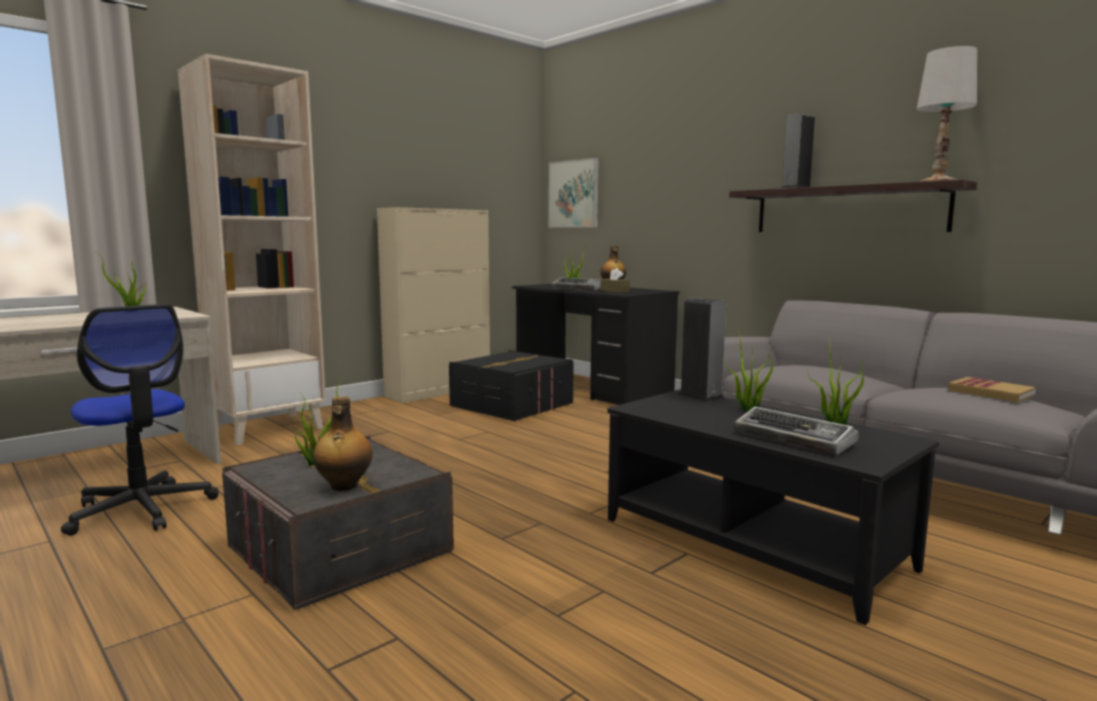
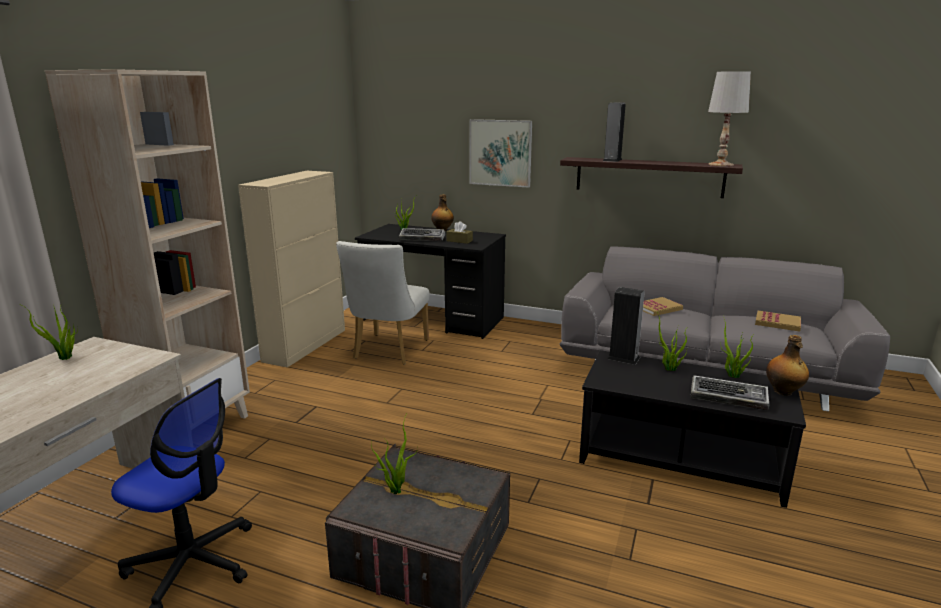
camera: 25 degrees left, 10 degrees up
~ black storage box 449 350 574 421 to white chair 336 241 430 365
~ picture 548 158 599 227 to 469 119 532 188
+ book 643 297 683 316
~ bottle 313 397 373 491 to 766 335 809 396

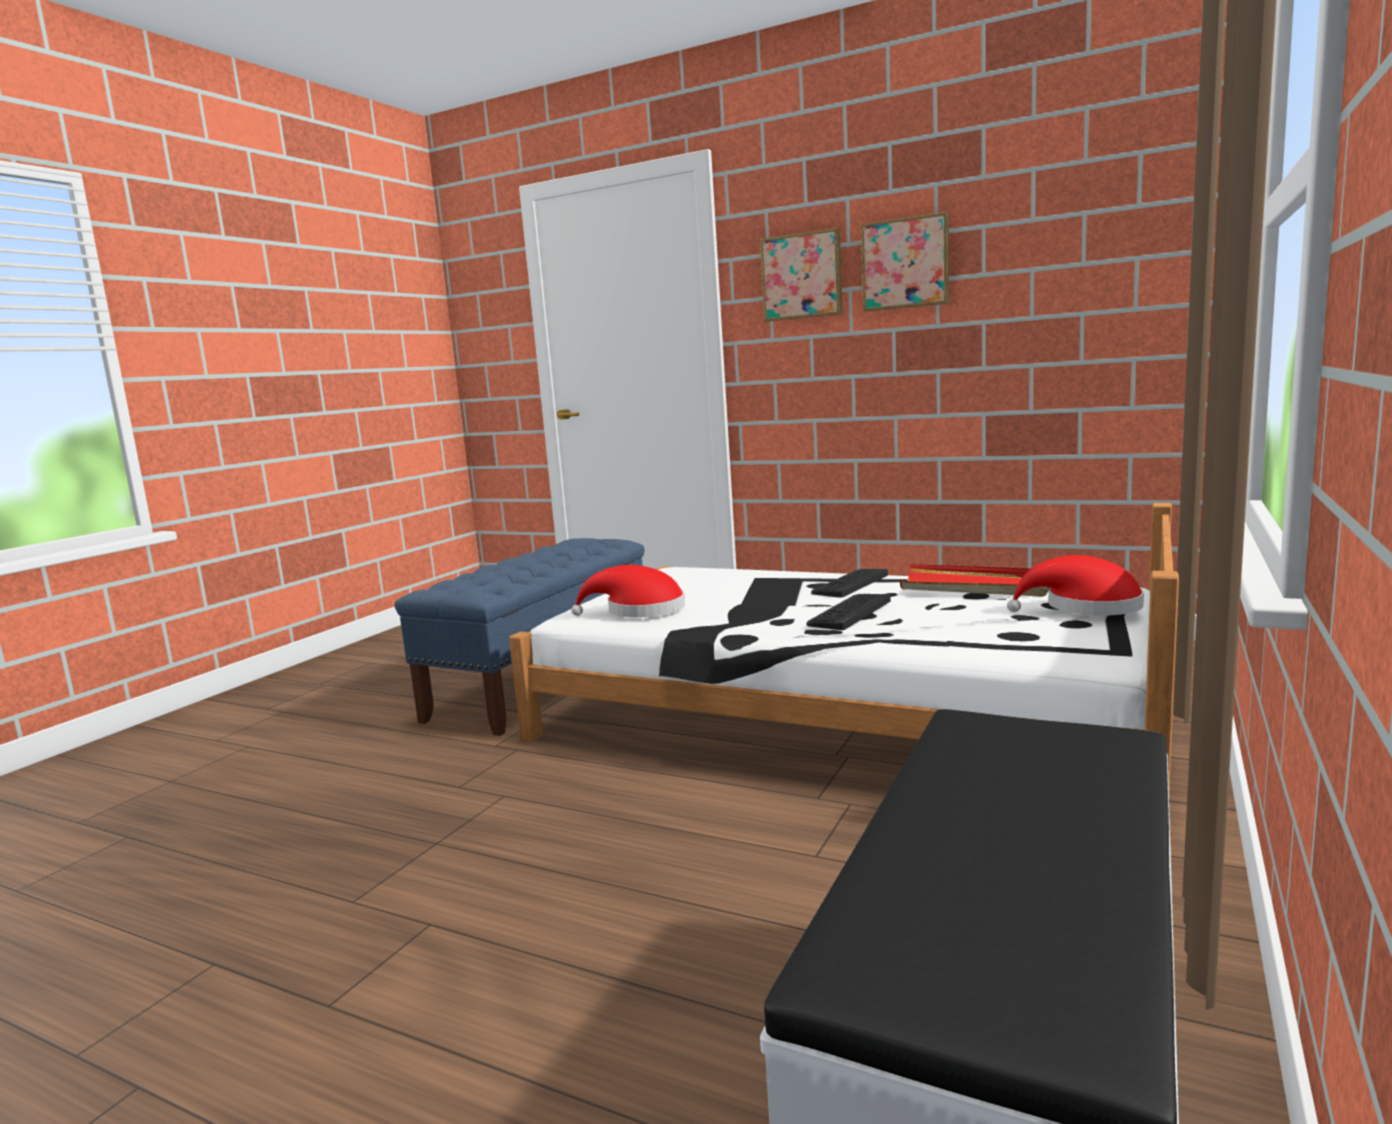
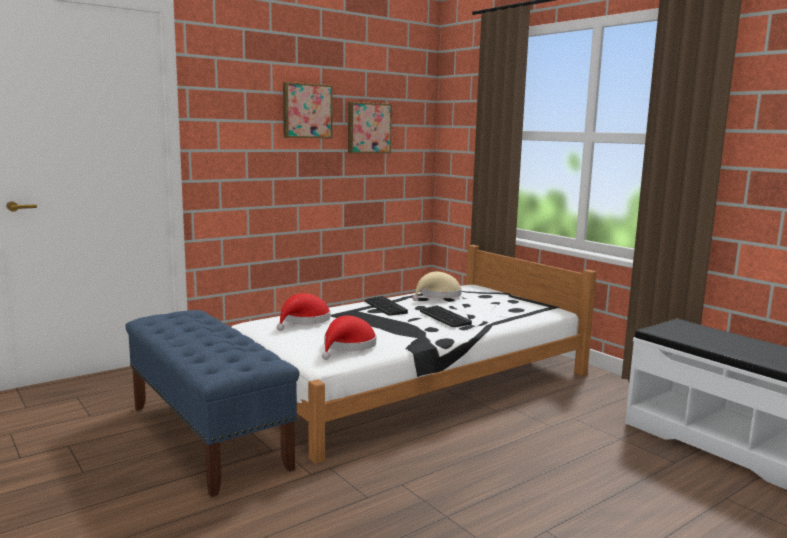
camera: 65 degrees left, 0 degrees up
~ red hat 1007 555 1144 615 to 277 293 330 331
~ picture 760 228 843 321 to 348 102 392 153
~ red tray 900 564 1048 597 to beige hat 412 272 462 301

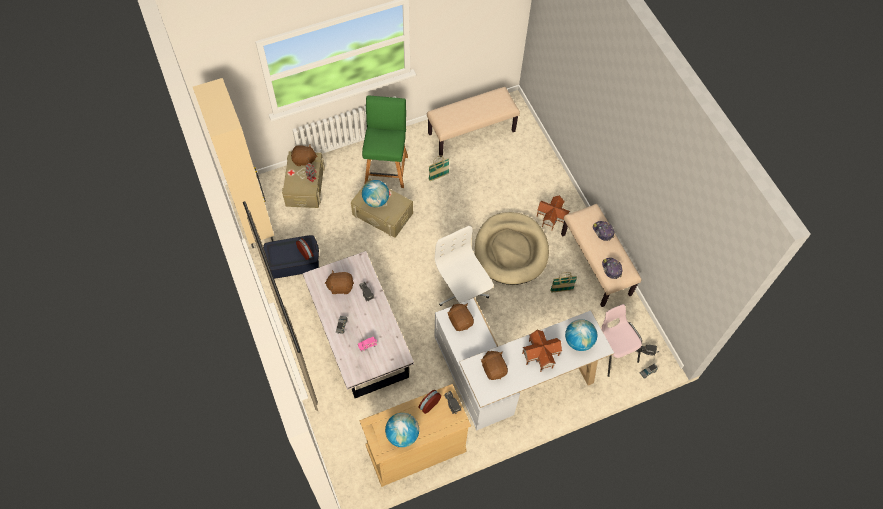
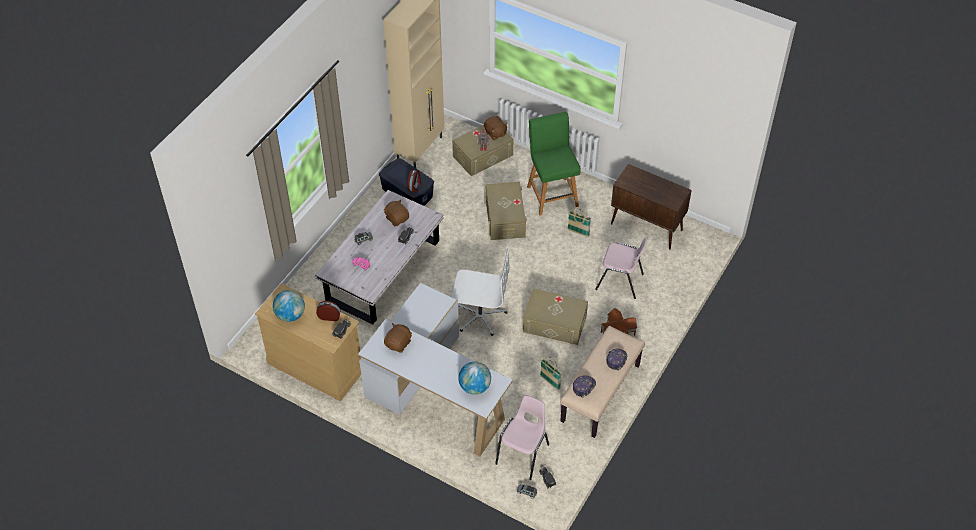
camera: 55 degrees right, 10 degrees down
~ white office chair 435 226 493 306 = 452 248 509 336 75 degrees clockwise
~ beige dog bed 475 212 549 285 to beige storage box 523 288 588 345
~ green chair 362 96 408 188 = 527 112 581 216 75 degrees counterclockwise
+ pink chair 595 237 648 299
~ beige bench 427 87 520 157 to brown cabinet 611 164 692 250
- globe 362 180 389 207
- brown plush toy 447 303 474 331
- toy house 522 330 562 372

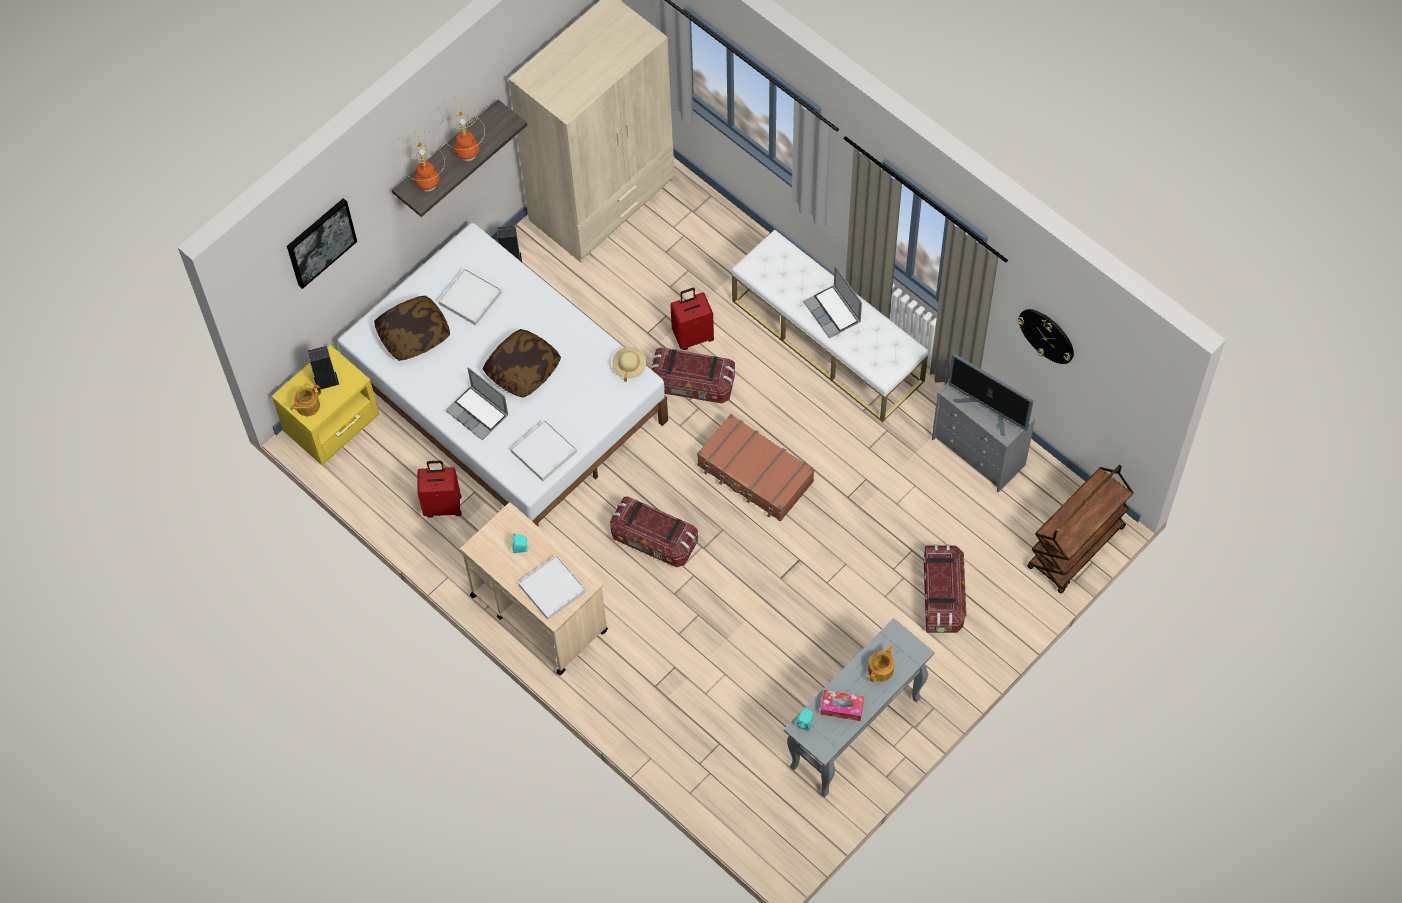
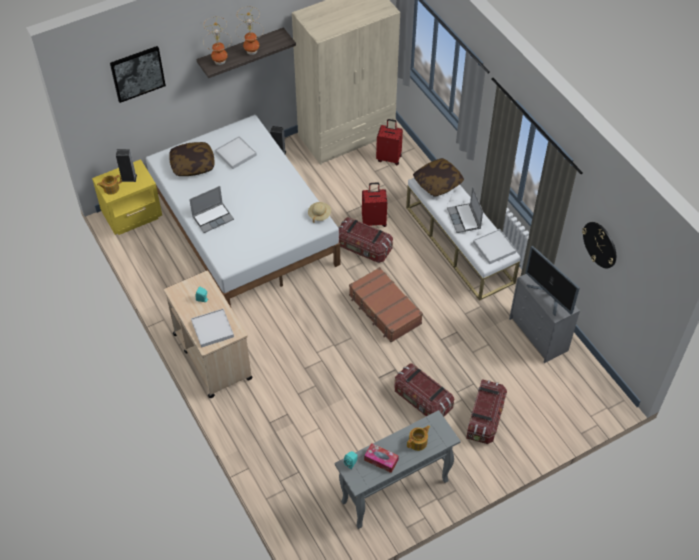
camera: 15 degrees right, 10 degrees down
~ laptop 446 367 509 440 = 189 186 234 233 90 degrees counterclockwise
~ red suitcase 418 461 462 518 to 376 119 403 165
~ storage box 610 497 698 567 to 395 363 455 417
~ pillow 483 329 561 398 to 413 158 464 197
~ white tray 511 420 577 481 to 473 229 516 264
- brown cart 1027 465 1133 594

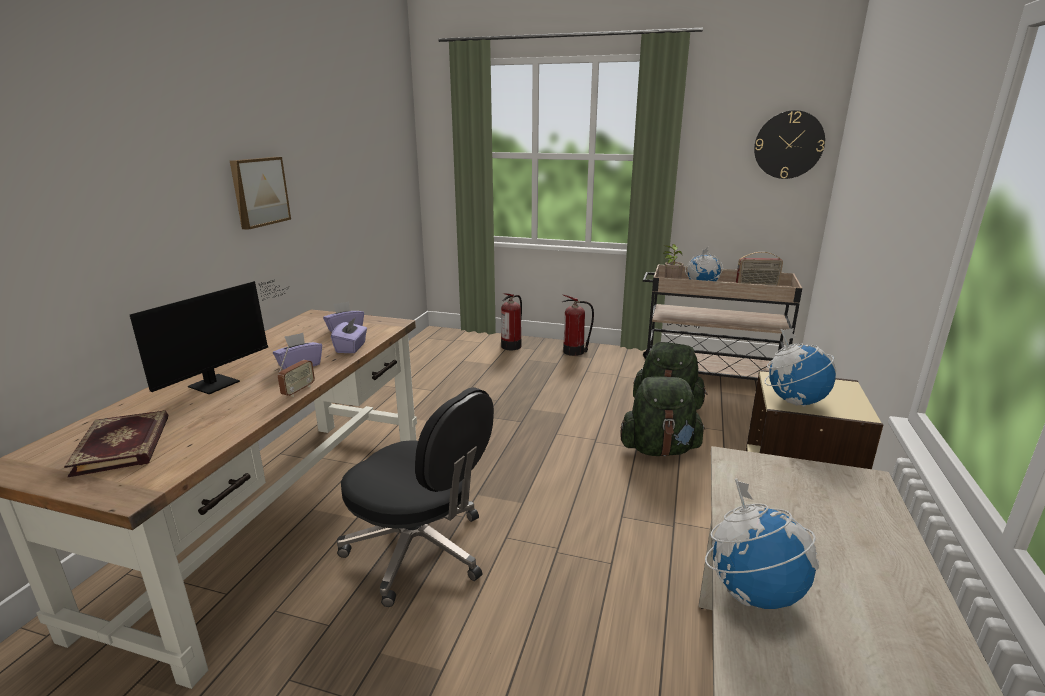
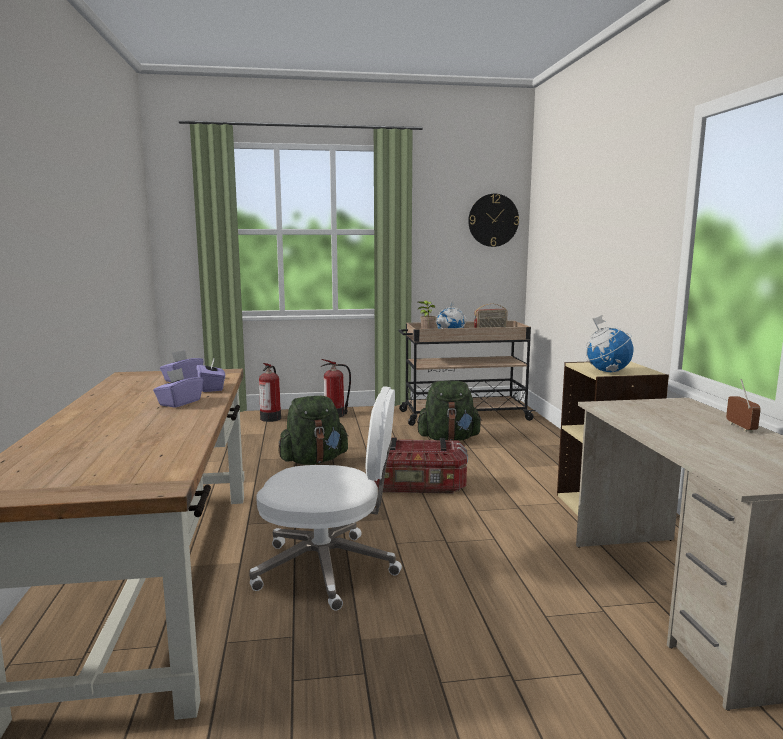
camera: 25 degrees left, 10 degrees down
~ black office chair 337 387 494 607 to white office chair 249 386 402 611
~ green backpack 620 377 705 456 to 278 396 349 465
+ storage box 375 437 468 494
~ radio 278 346 315 397 to 726 379 761 432
- book 64 410 168 477
- monitor 130 280 290 394
- picture 230 157 291 230
- globe 705 479 819 609

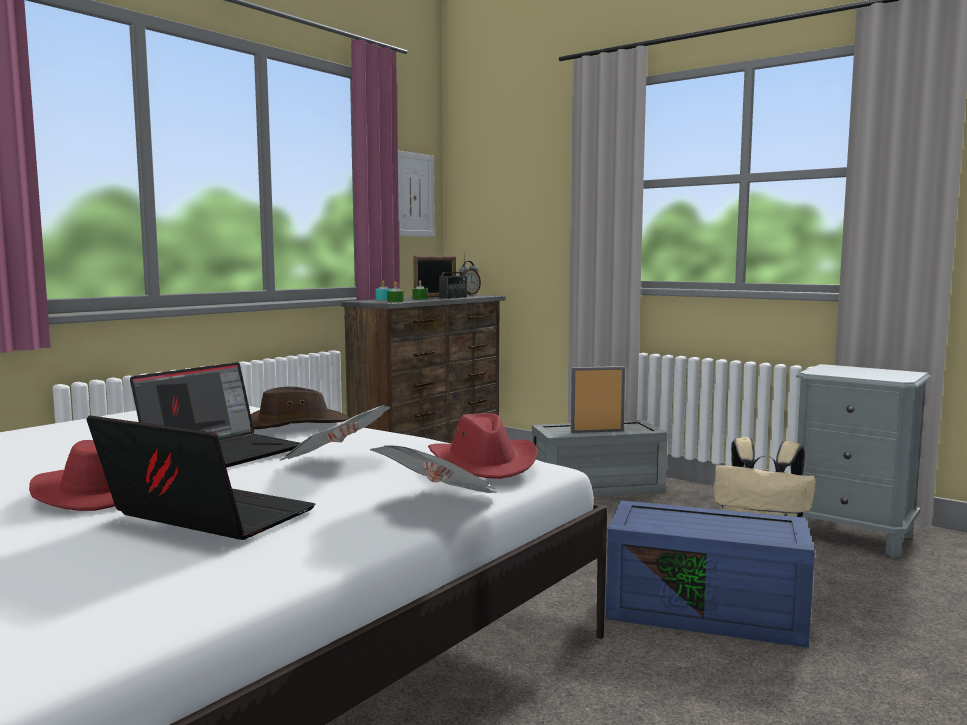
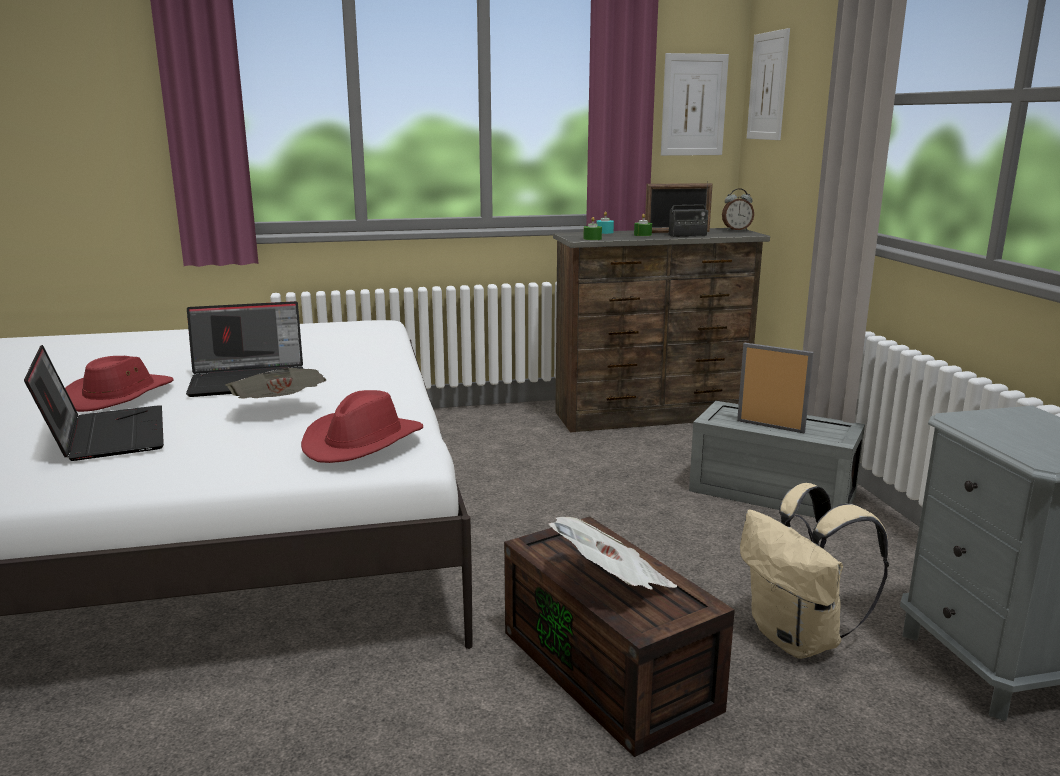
camera: 40 degrees right, 10 degrees up
~ blue storage box 606 500 815 648 to brown storage box 504 516 735 757
~ newspaper 370 445 496 493 to 548 517 677 590
+ picture 747 28 790 140
- brown hat 251 387 349 429

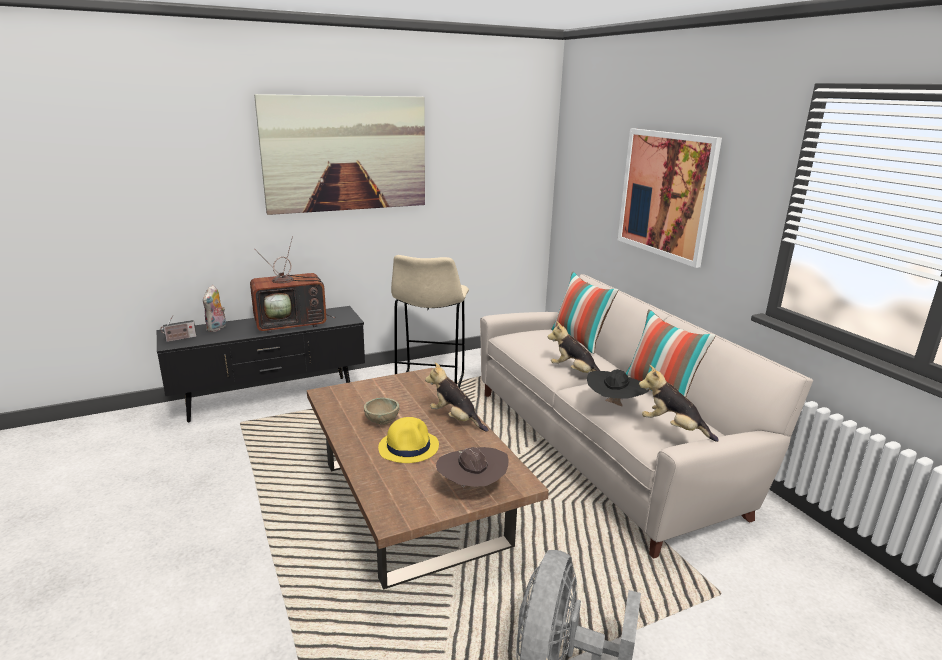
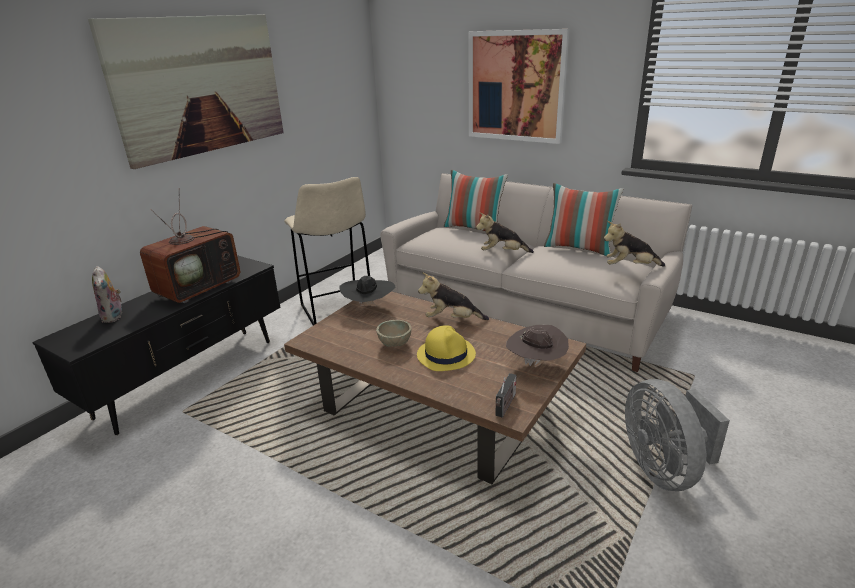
camera: 30 degrees left, 5 degrees up
~ black hat 587 369 649 406 to 340 276 395 306
~ radio 160 316 197 342 to 495 373 516 418

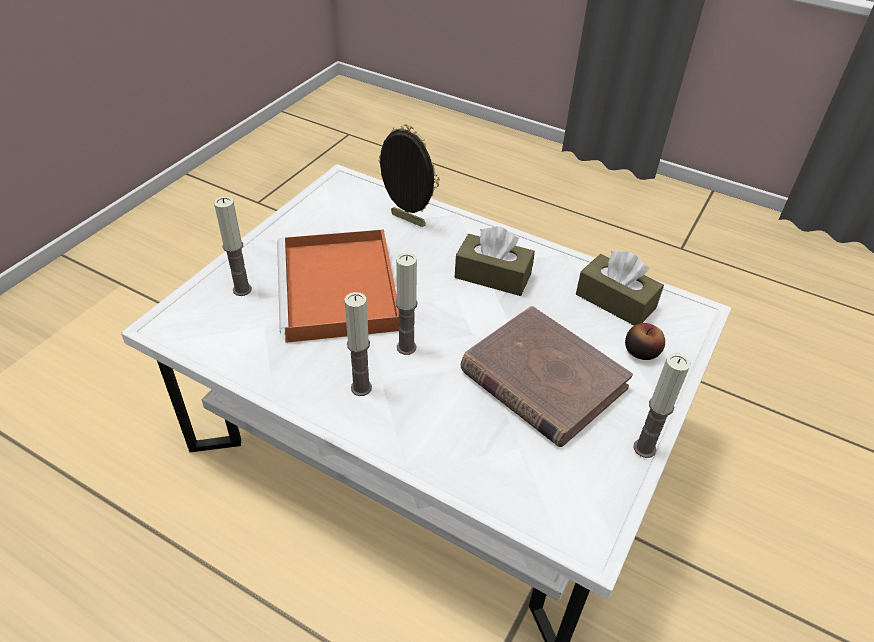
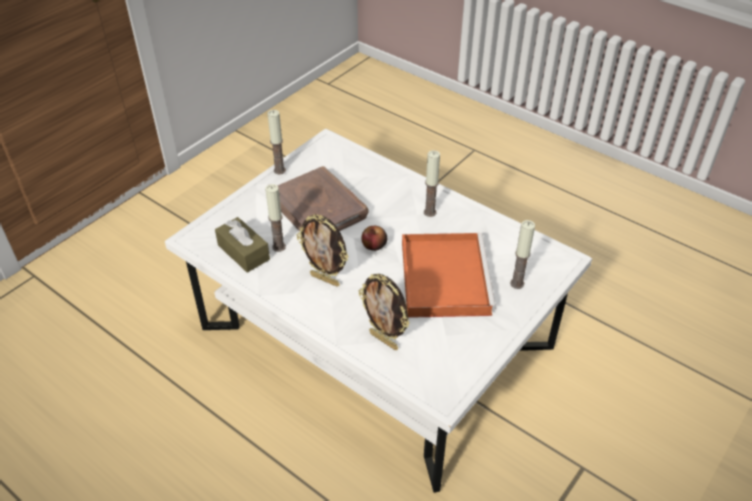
camera: 170 degrees left, 0 degrees up
~ candle 396 253 418 355 to 265 184 286 252
~ brown tissue box 455 226 535 296 to picture frame 296 214 349 287
~ apple 625 323 665 360 to 361 226 387 251

